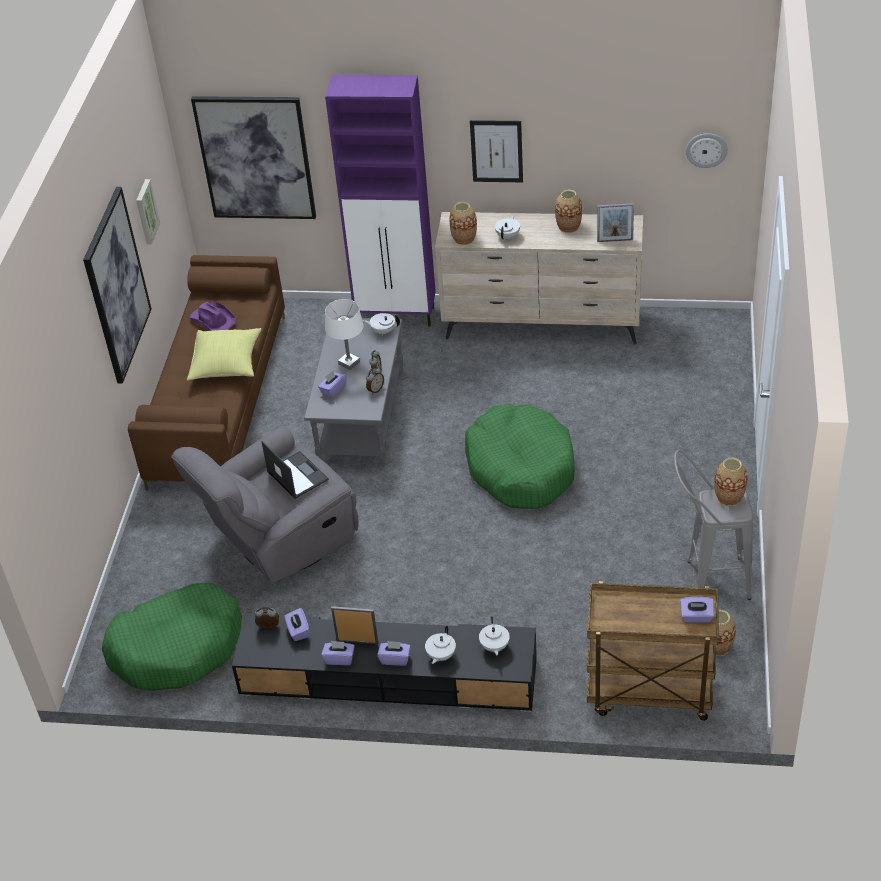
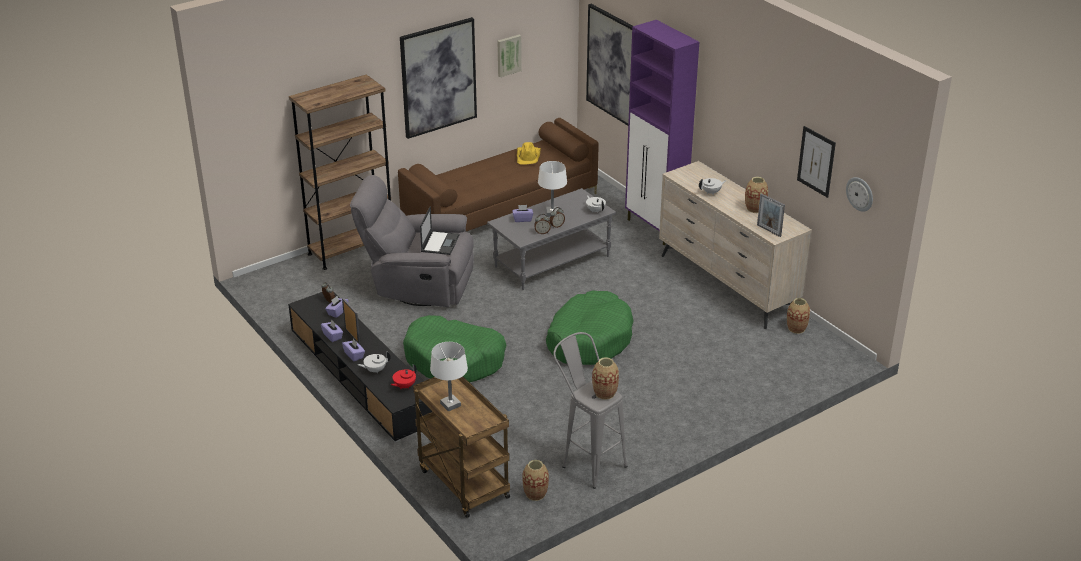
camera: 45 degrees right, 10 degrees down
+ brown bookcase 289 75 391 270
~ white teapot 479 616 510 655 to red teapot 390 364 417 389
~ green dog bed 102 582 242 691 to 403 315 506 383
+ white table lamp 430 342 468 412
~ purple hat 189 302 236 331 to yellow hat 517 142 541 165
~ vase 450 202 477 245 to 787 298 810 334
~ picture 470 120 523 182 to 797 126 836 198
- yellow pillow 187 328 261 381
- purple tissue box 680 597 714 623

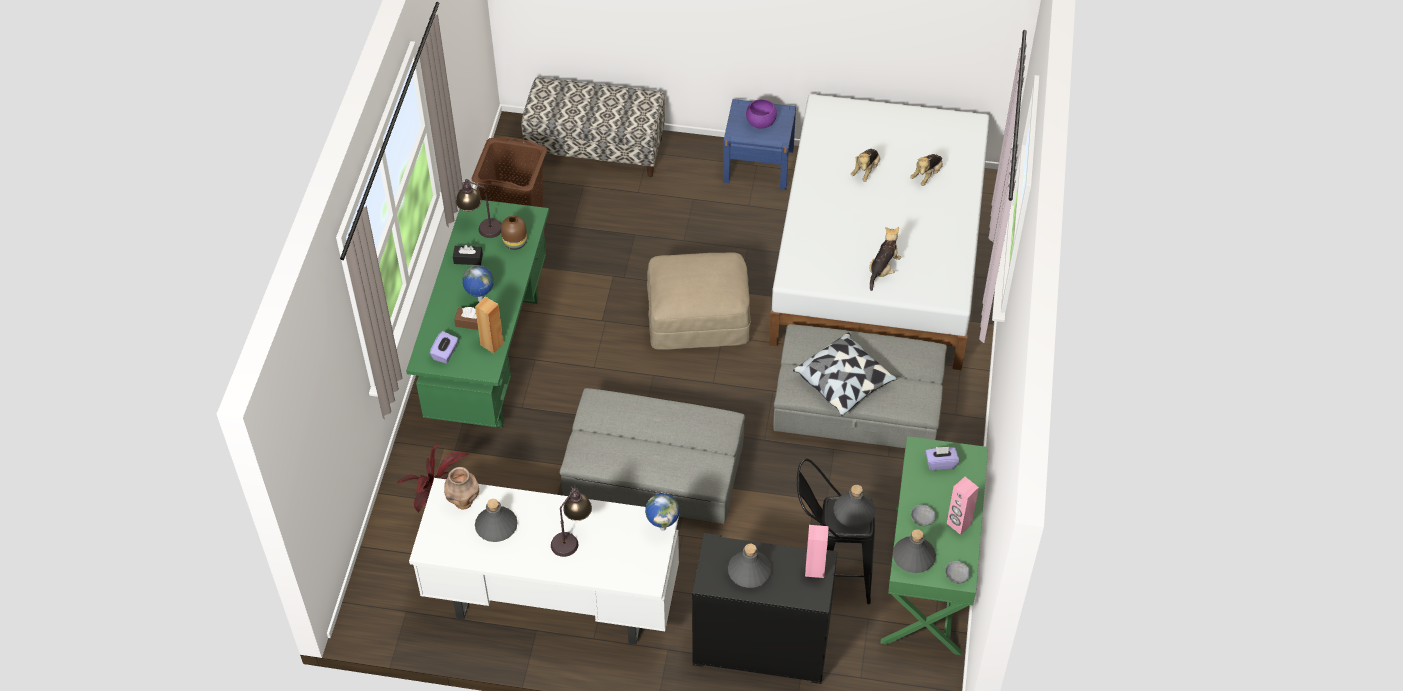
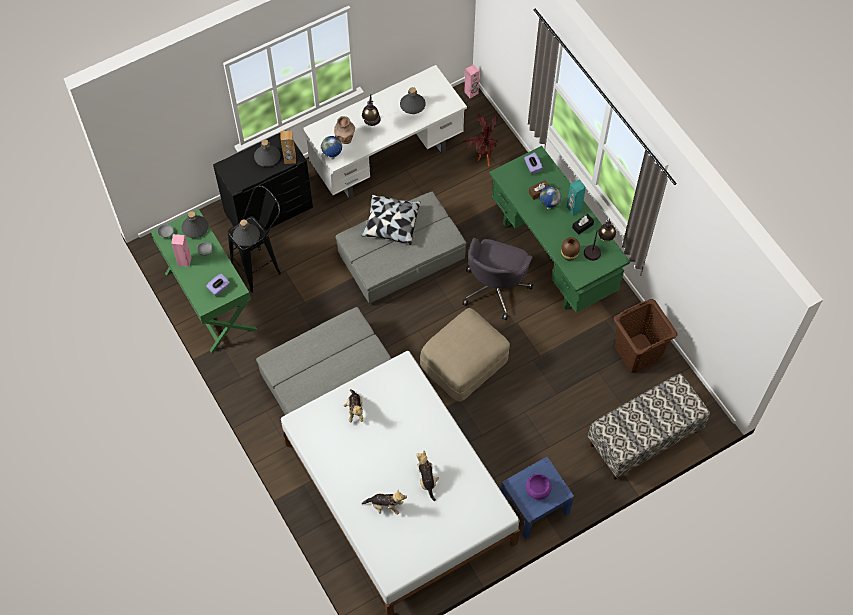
camera: 140 degrees right, 10 degrees up
~ brown speaker 475 297 504 353 to 280 130 296 164
~ brown vase 444 467 479 510 to 334 116 355 144
~ pillow 793 332 897 416 to 361 194 420 245
~ plush toy 910 154 943 186 = 362 490 407 514 105 degrees clockwise
+ grey office chair 462 238 533 320
~ pink speaker 805 525 829 578 to 464 64 480 98
+ turquoise speaker 567 179 586 215

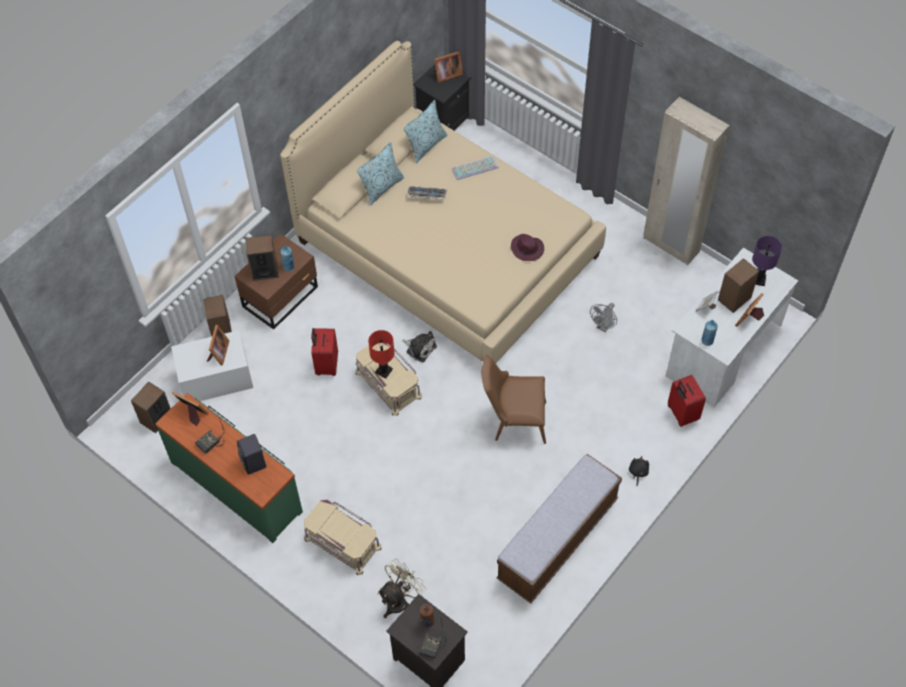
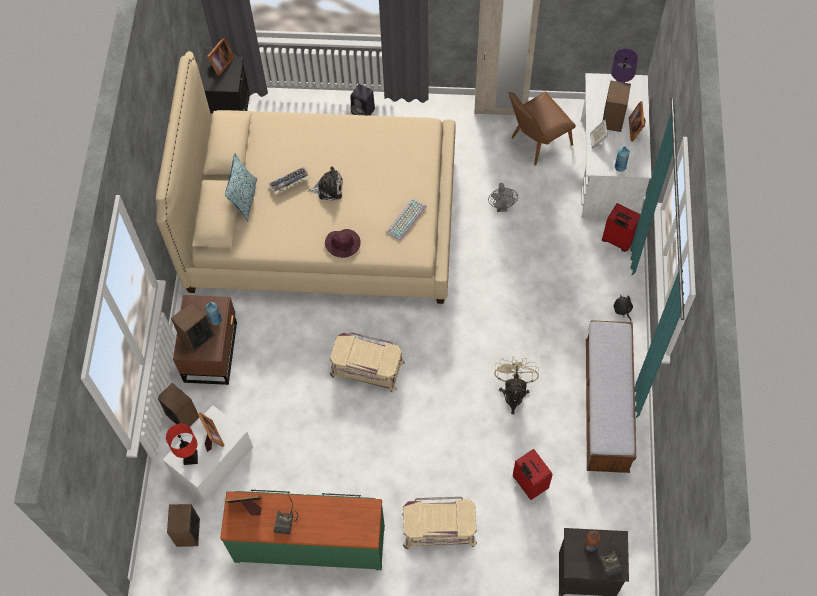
camera: 35 degrees left, 5 degrees up
~ red table lamp 368 330 395 378 to 166 424 198 465
~ plush toy 402 331 437 362 to 308 166 343 201
~ purple hat 511 234 544 261 to 325 229 361 258
~ black speaker 237 434 267 475 to 351 84 375 116
~ keyboard 452 156 499 180 to 386 198 426 240
~ beige fan 377 558 426 618 to 494 357 539 415
~ brown chair 481 355 546 444 to 509 91 576 166
~ red suitcase 311 328 338 376 to 513 449 553 500
- pillow 404 100 447 163

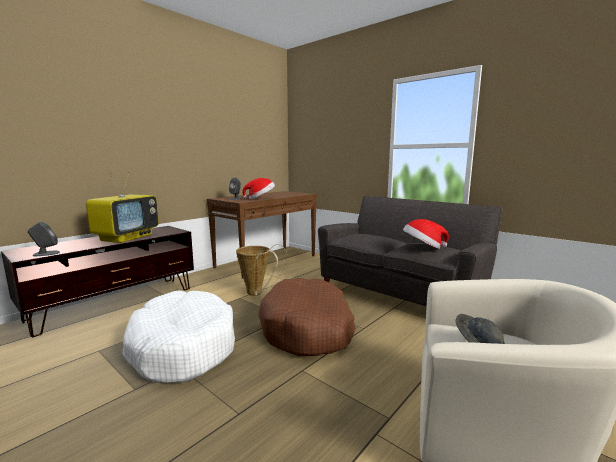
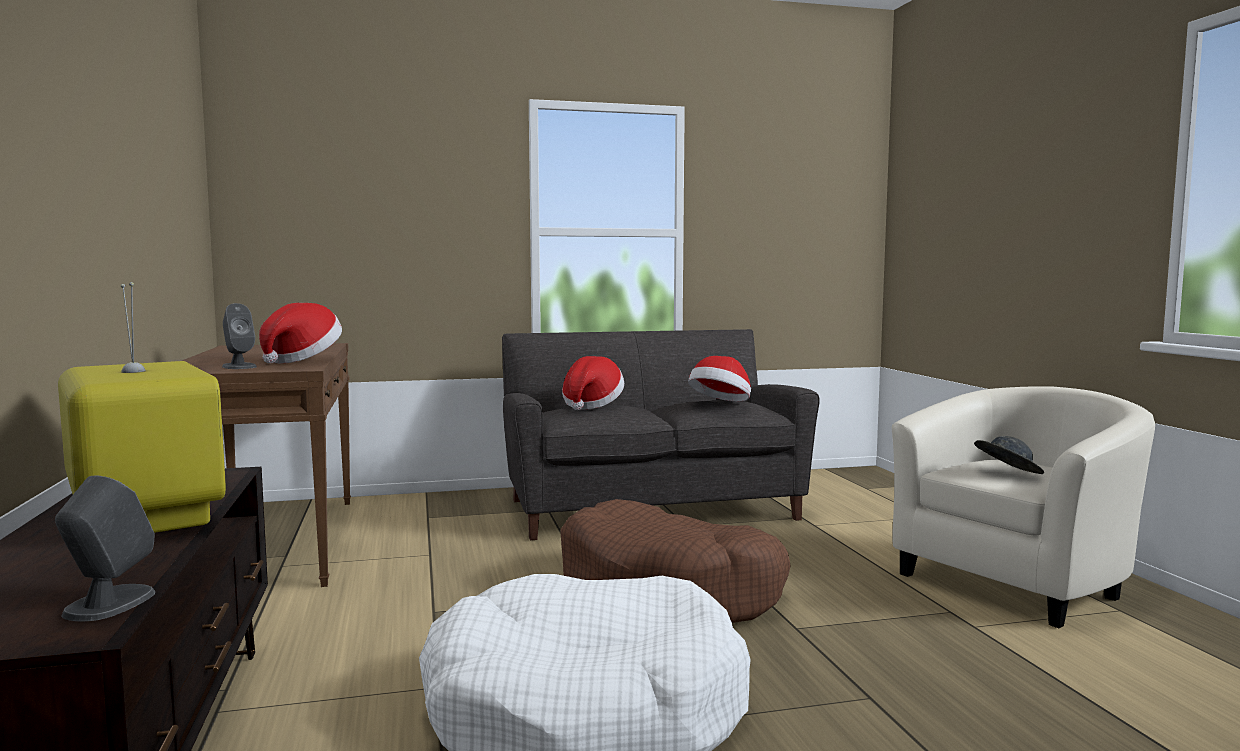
camera: 55 degrees left, 5 degrees down
+ hat 562 356 624 410
- basket 236 244 288 296

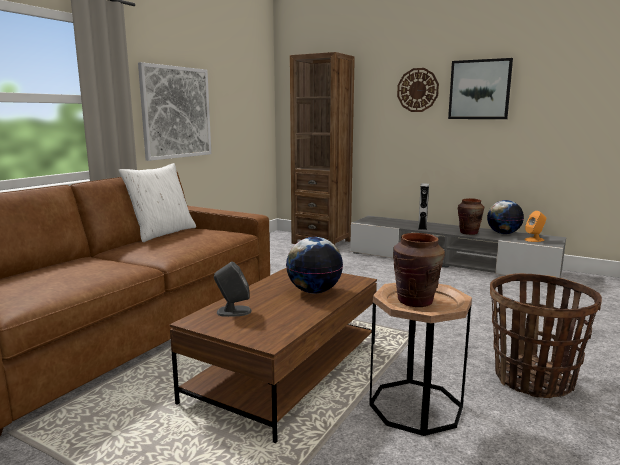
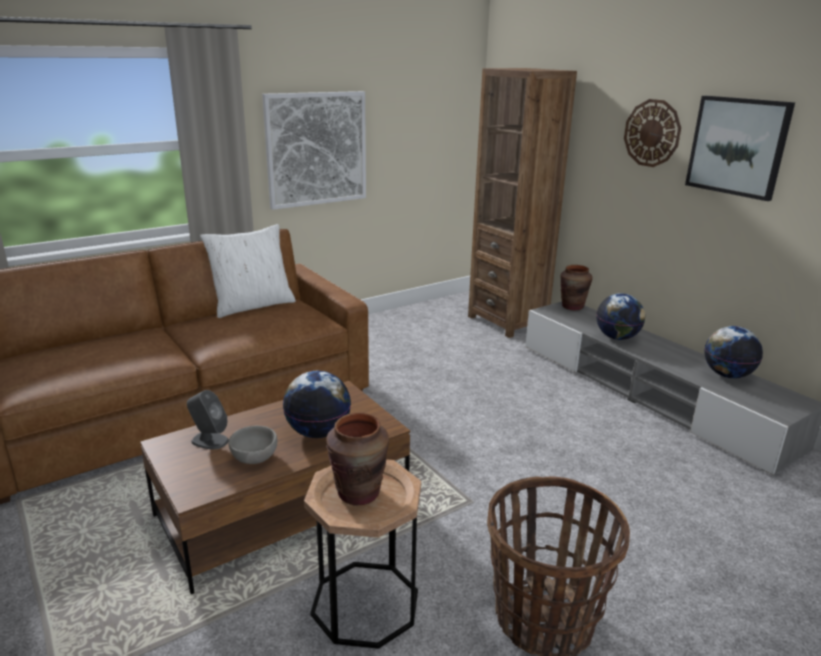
camera: 25 degrees right, 10 degrees up
+ grey bowl 229 426 277 464
~ brown vase 457 198 484 235 to 560 265 592 311
~ grey speaker 418 183 429 230 to globe 596 293 645 340
- orange speaker 525 211 546 242

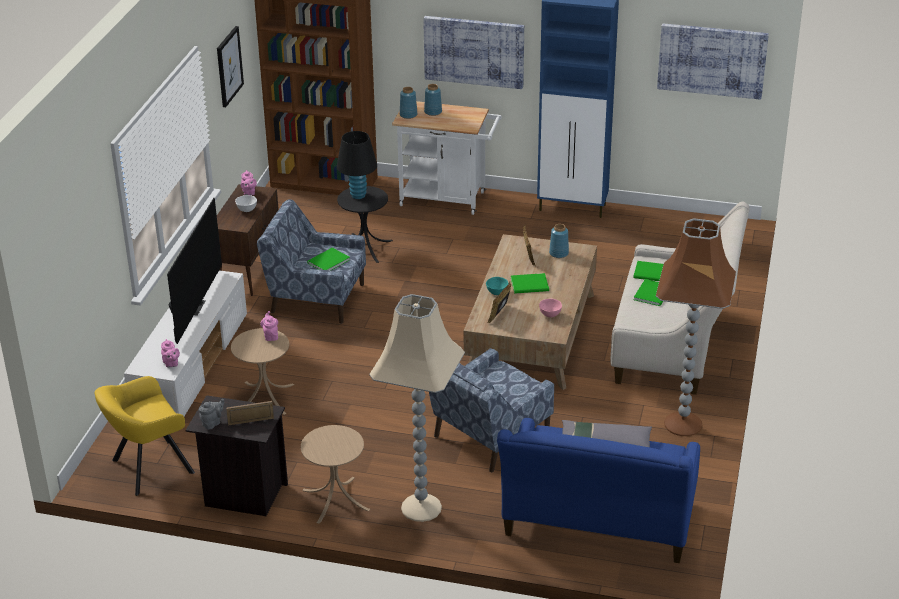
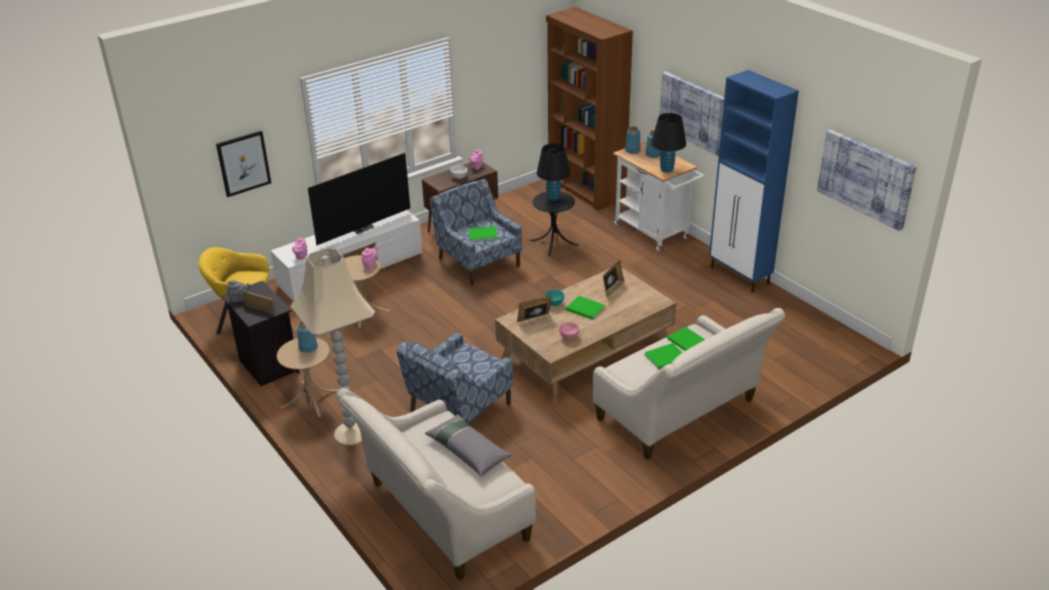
camera: 40 degrees right, 0 degrees up
~ picture 217 26 244 107 to 216 131 271 197
~ blue vase 549 224 569 258 to 297 321 318 353
~ blue sofa 497 418 700 563 to beige sofa 335 388 536 581
~ blue armchair 429 348 554 472 = 397 333 513 423 45 degrees counterclockwise
+ black table lamp 651 113 686 173
- brown floor lamp 656 218 736 436

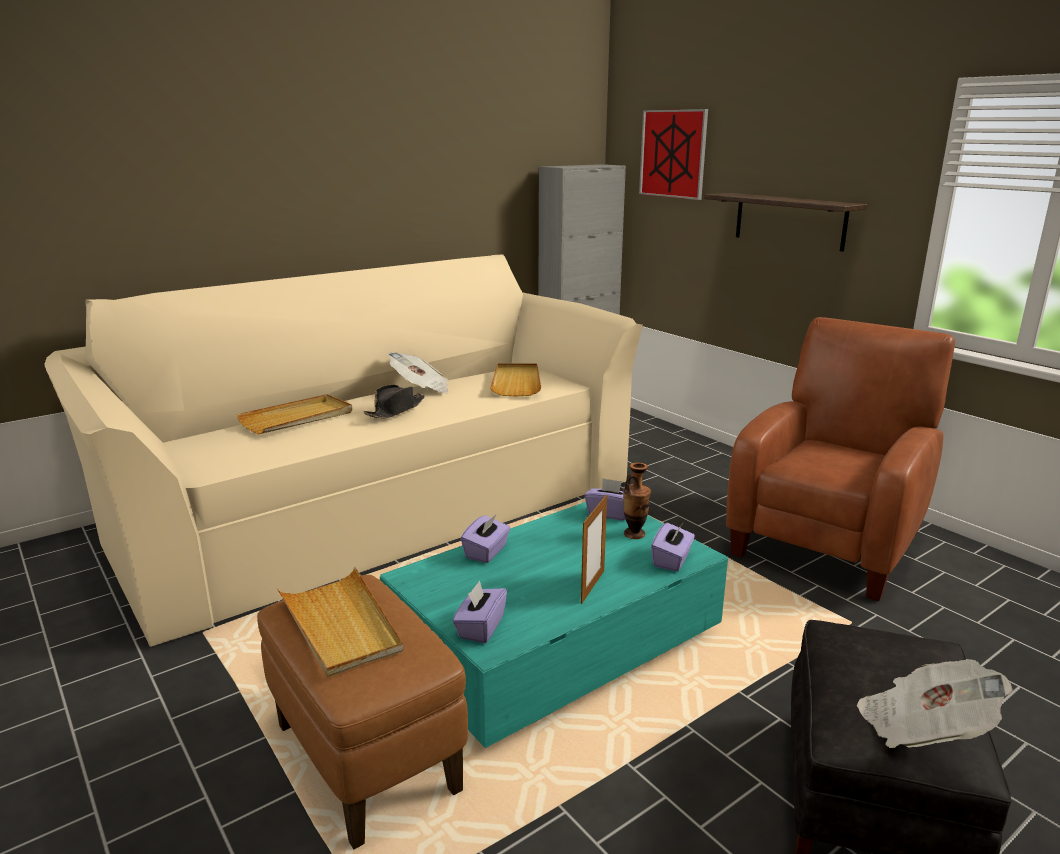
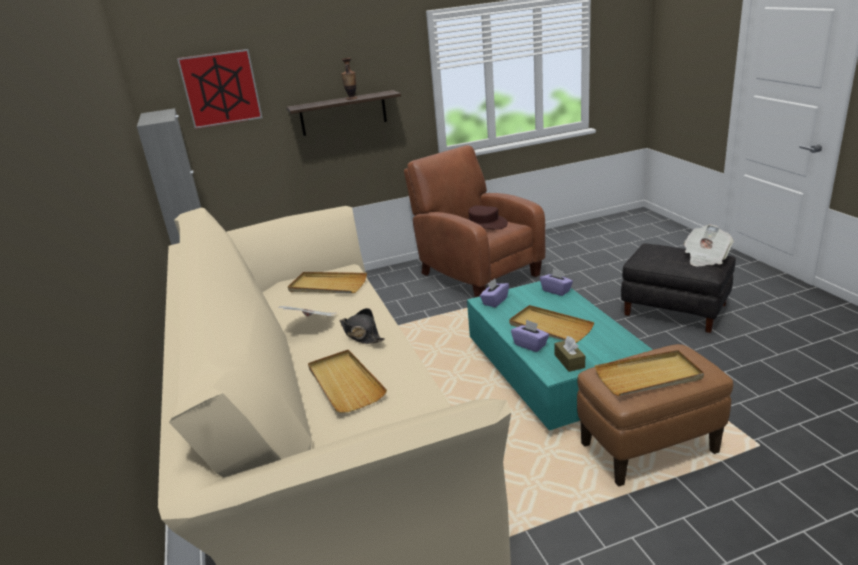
camera: 70 degrees left, 5 degrees up
~ vase 623 463 651 539 to 341 58 357 100
+ brown hat 468 205 508 230
+ beige tray 509 305 594 343
+ brown tissue box 554 336 585 372
- purple tissue box 452 581 507 643
- picture frame 581 495 607 604

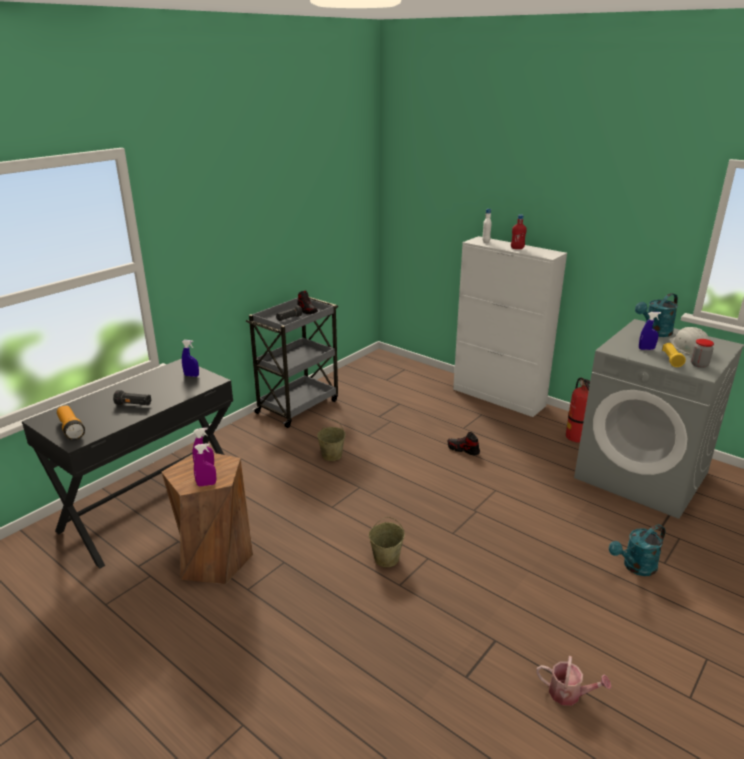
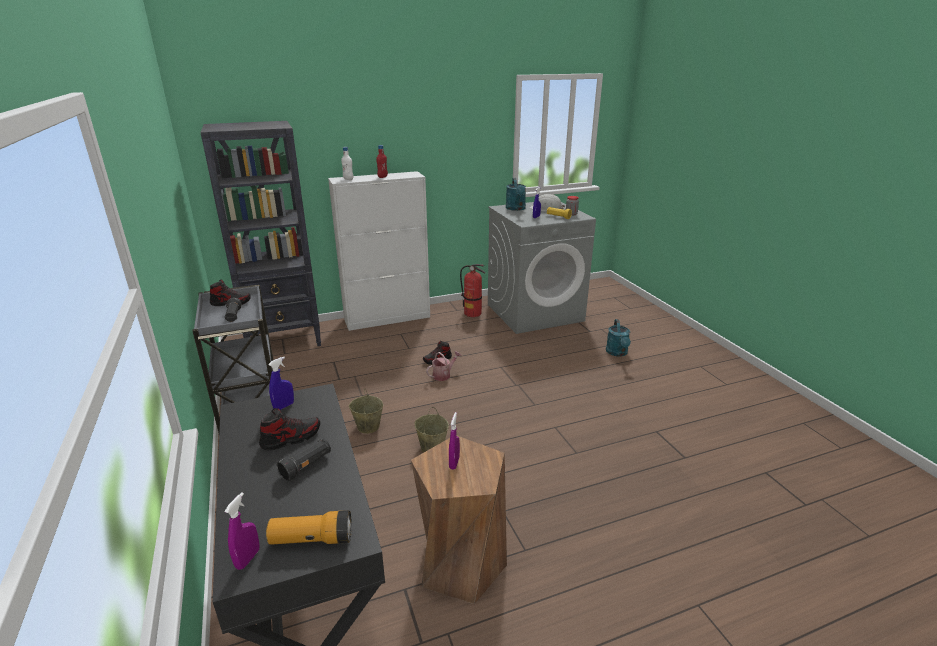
camera: 60 degrees left, 0 degrees up
+ black bookcase 200 121 321 346
~ purple spray bottle 194 443 216 486 to 224 492 260 570
+ shoe 259 408 320 451
~ beige bucket 369 517 405 567 to 414 407 449 452
~ watering can 536 656 611 706 to 426 351 461 381

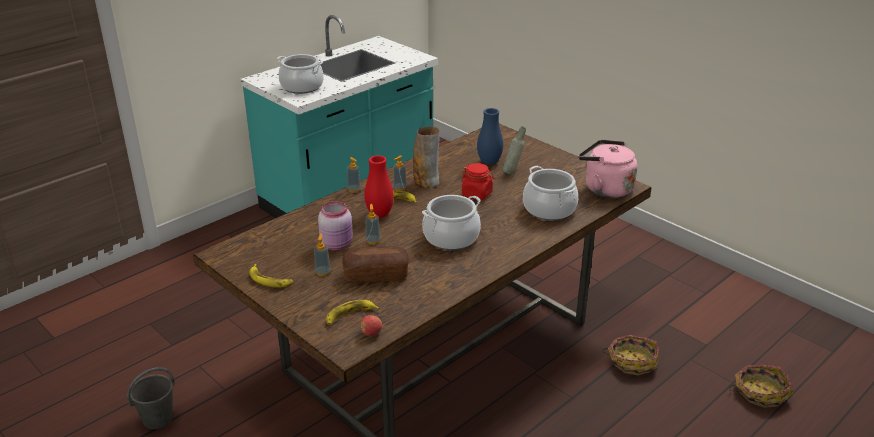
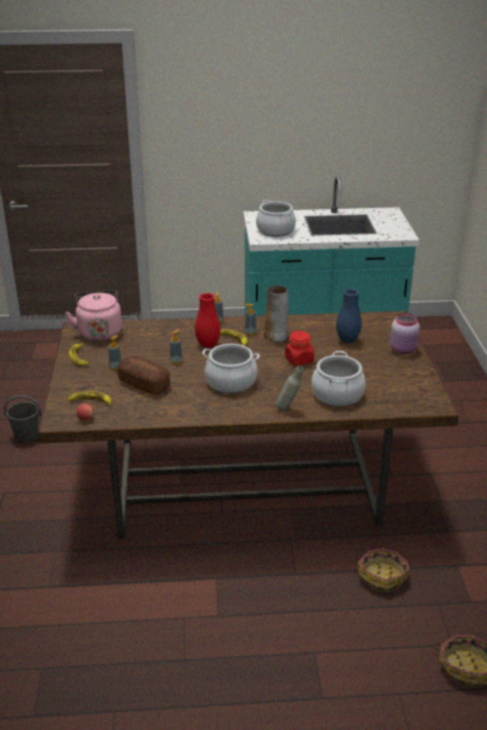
camera: 40 degrees right, 0 degrees up
~ pink kettle 579 140 638 198 to 65 290 122 341
~ grey bottle 502 126 526 175 to 276 366 304 411
~ pink jar 318 201 353 251 to 390 313 420 354

